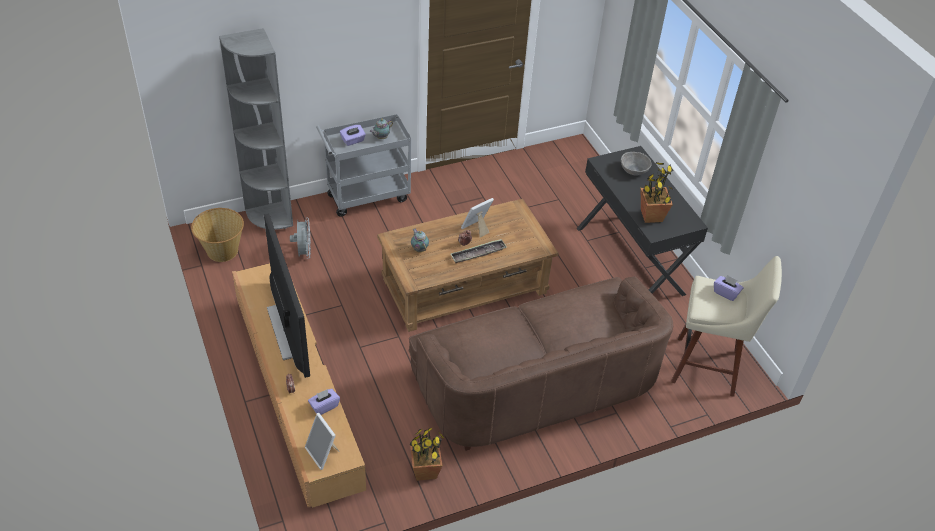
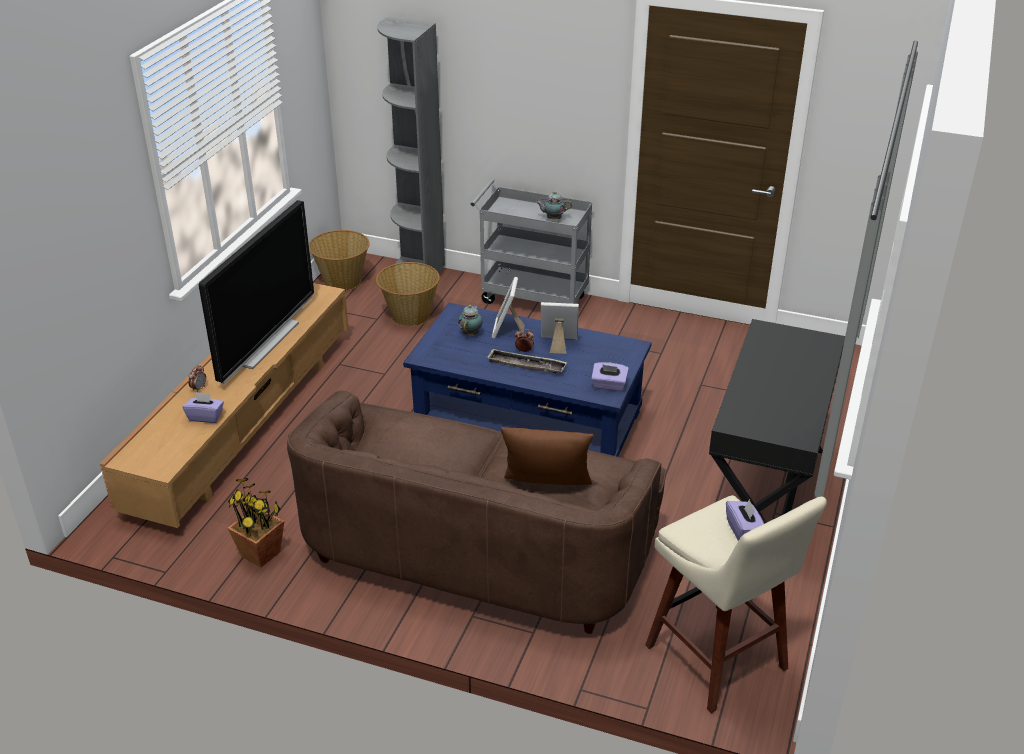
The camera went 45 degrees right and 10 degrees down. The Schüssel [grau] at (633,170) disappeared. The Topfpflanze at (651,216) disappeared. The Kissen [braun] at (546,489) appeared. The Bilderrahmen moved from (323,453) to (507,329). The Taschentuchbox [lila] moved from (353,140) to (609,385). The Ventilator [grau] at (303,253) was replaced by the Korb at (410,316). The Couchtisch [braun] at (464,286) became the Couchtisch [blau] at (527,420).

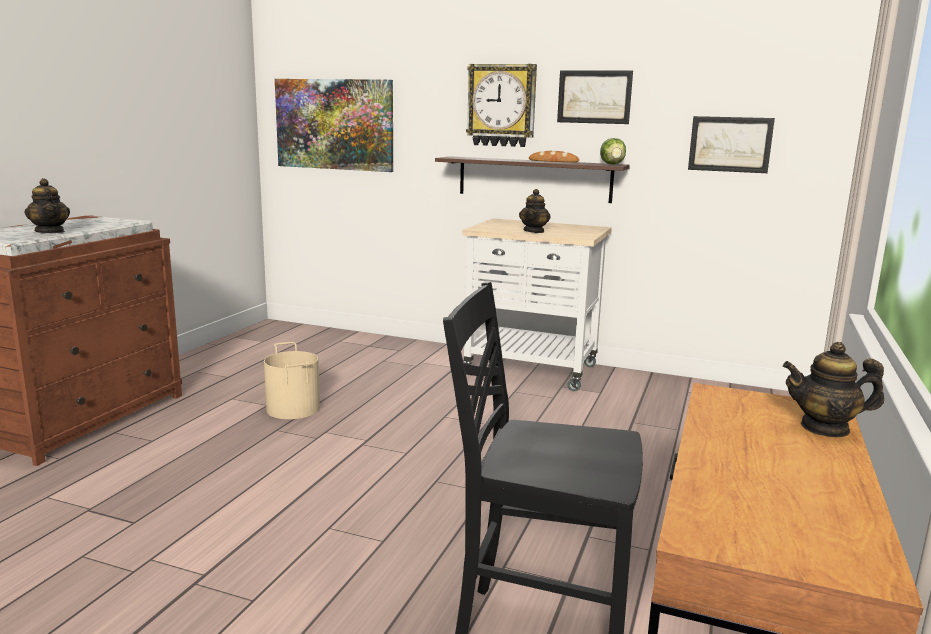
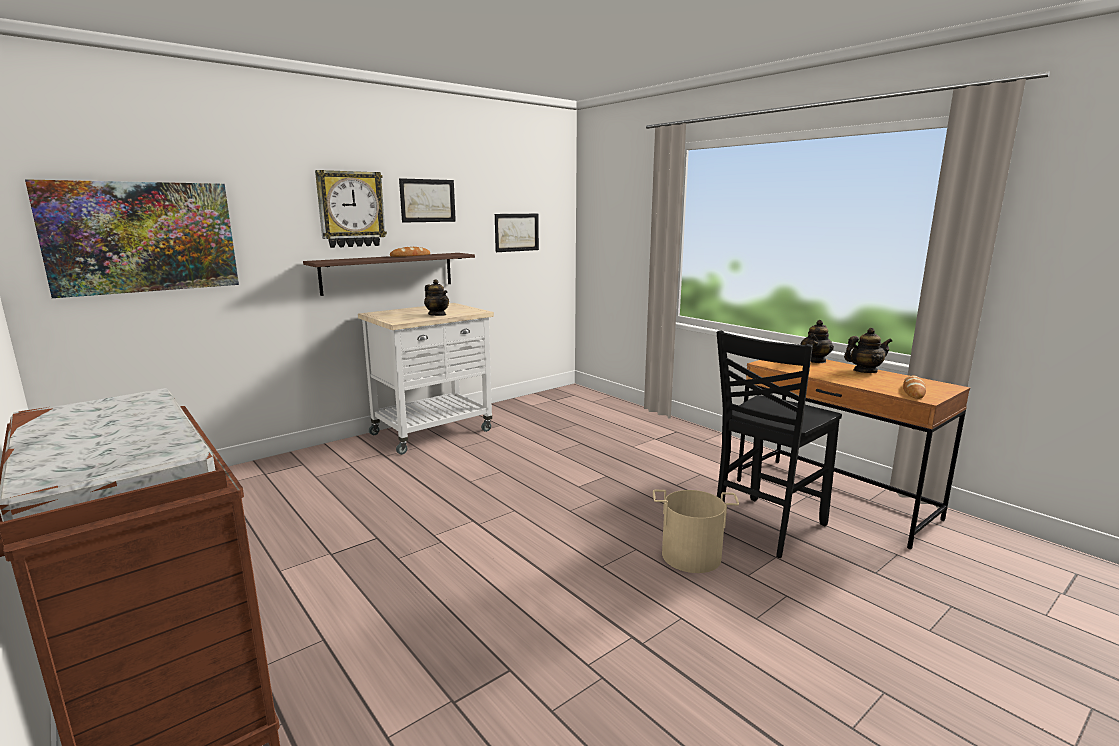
The camera went 60 degrees left and 0 degrees up. The Salatkopf at (613,164) disappeared. The Brot at (913,391) appeared. The Teekanne moved from (50,232) to (864,371). The Eimer [beige] moved from (294,408) to (691,555).

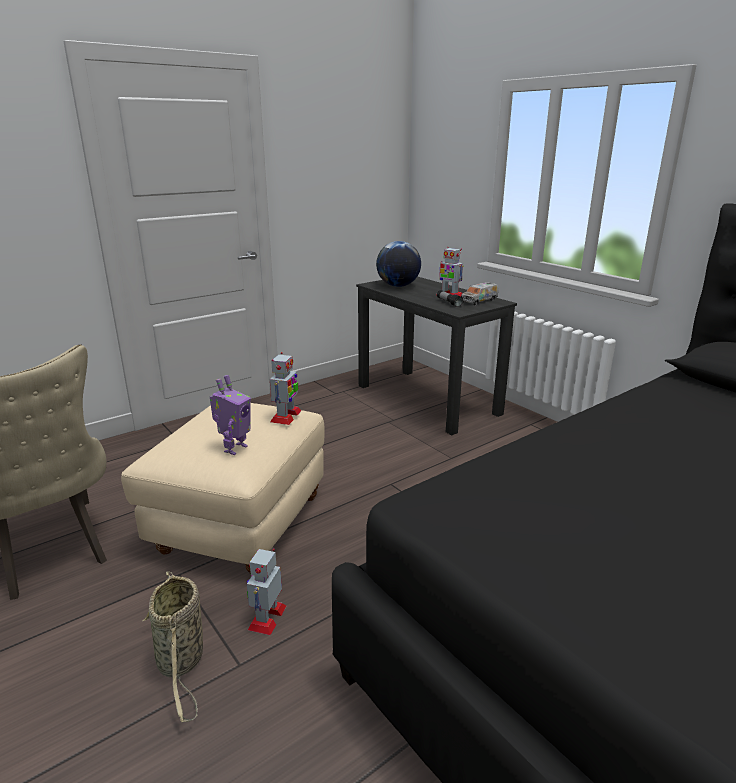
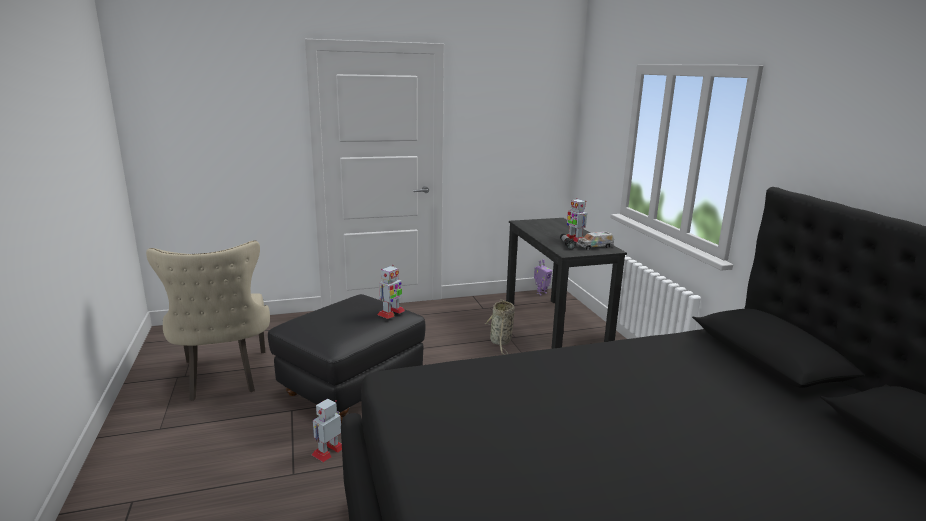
The camera went 20 degrees right and 5 degrees down. The Globus at (398,286) disappeared. The Korb moved from (181,663) to (500,342). The Spielzeugroboter moved from (234,448) to (541,293). The Polsterhocker [beige] at (240,520) became the Polsterhocker [schwarz] at (352,385).

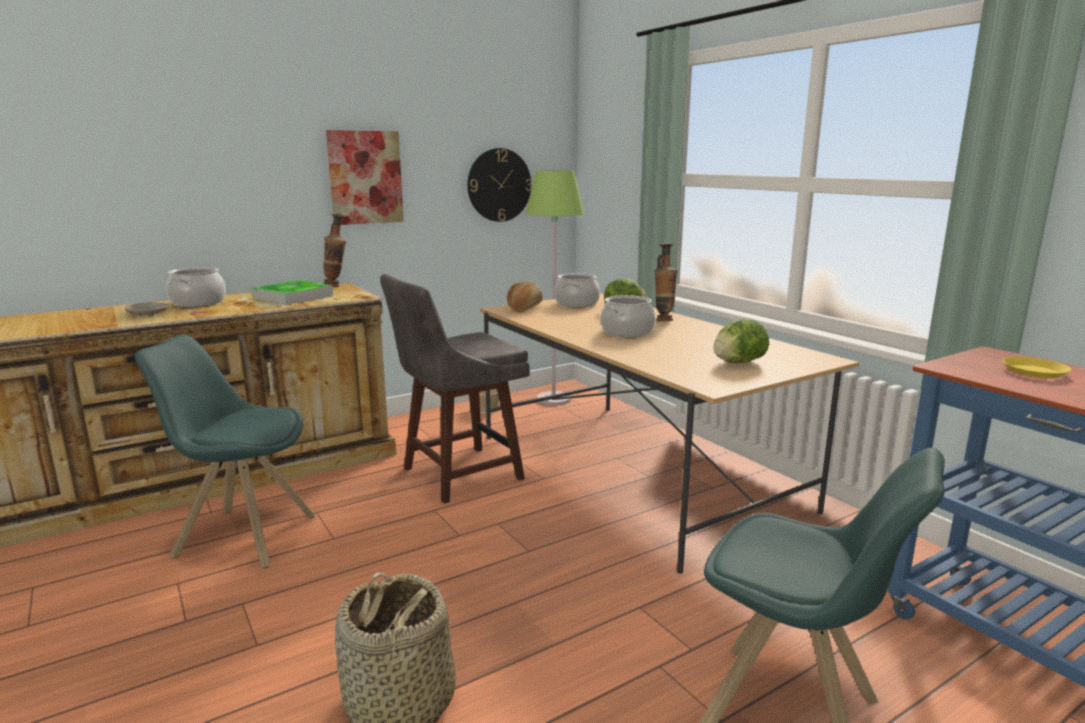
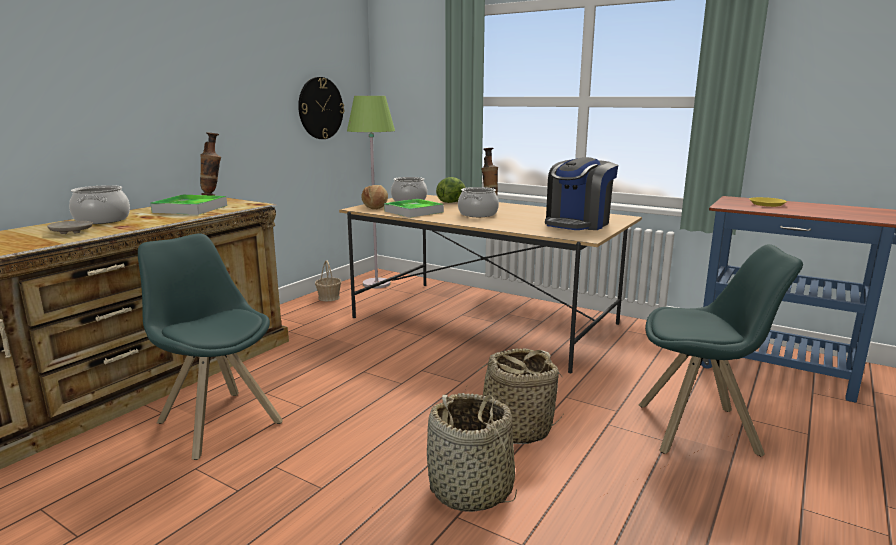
The camera went 25 degrees left and 0 degrees up. The Bild at (365,177) disappeared. The Hocker [grau] at (458,475) disappeared. The Tablett at (413,211) appeared. The Korb at (516,428) appeared. The Salatkopf at (738,362) was replaced by the Kaffeemaschine at (577,224). The Stuhl [türkis] at (244,536) turned 60 degrees clockwise.

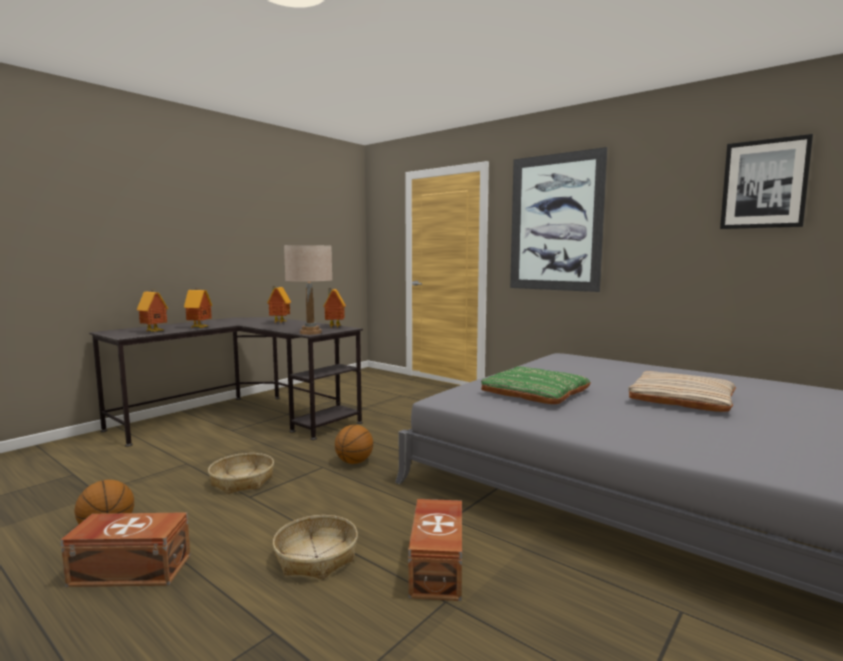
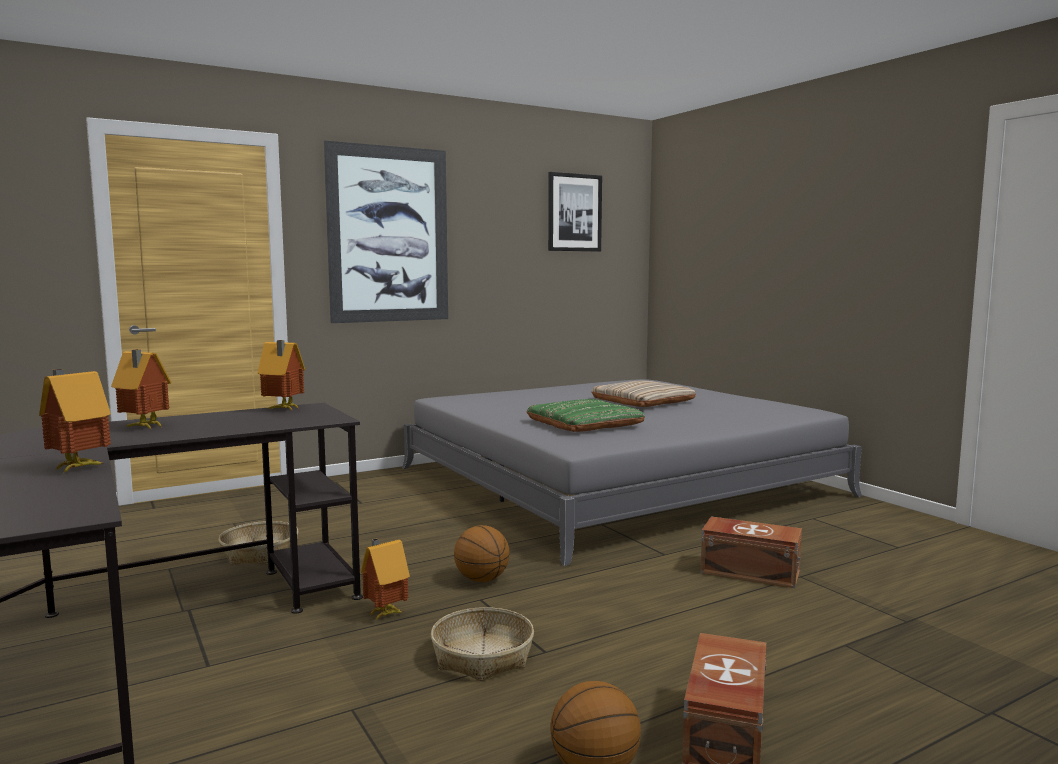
The camera went 70 degrees left and 0 degrees up. The Tischlampe [beige] at (310,333) disappeared. The Spielzeughaus moved from (155,331) to (384,613). The Korb moved from (316,557) to (260,553).

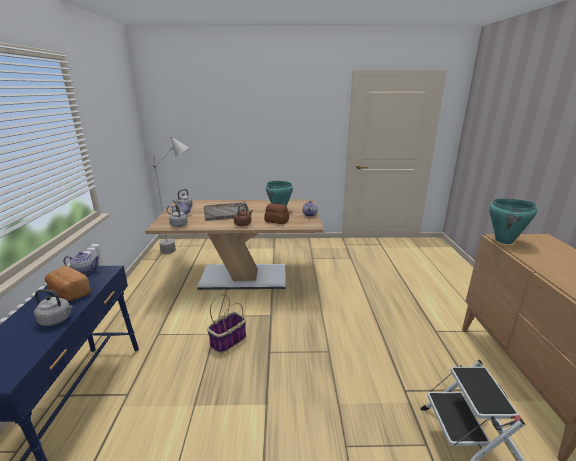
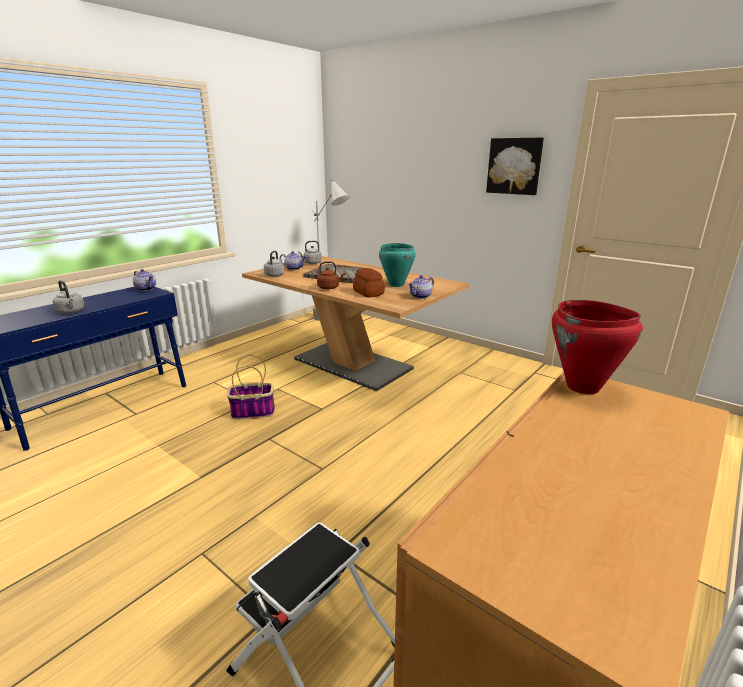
The camera went 40 degrees right and 0 degrees up. The Brot at (69,293) disappeared. The Bild at (514,166) appeared. The Kochtopf [türkis] at (504,241) became the Kochtopf [rot] at (583,387).

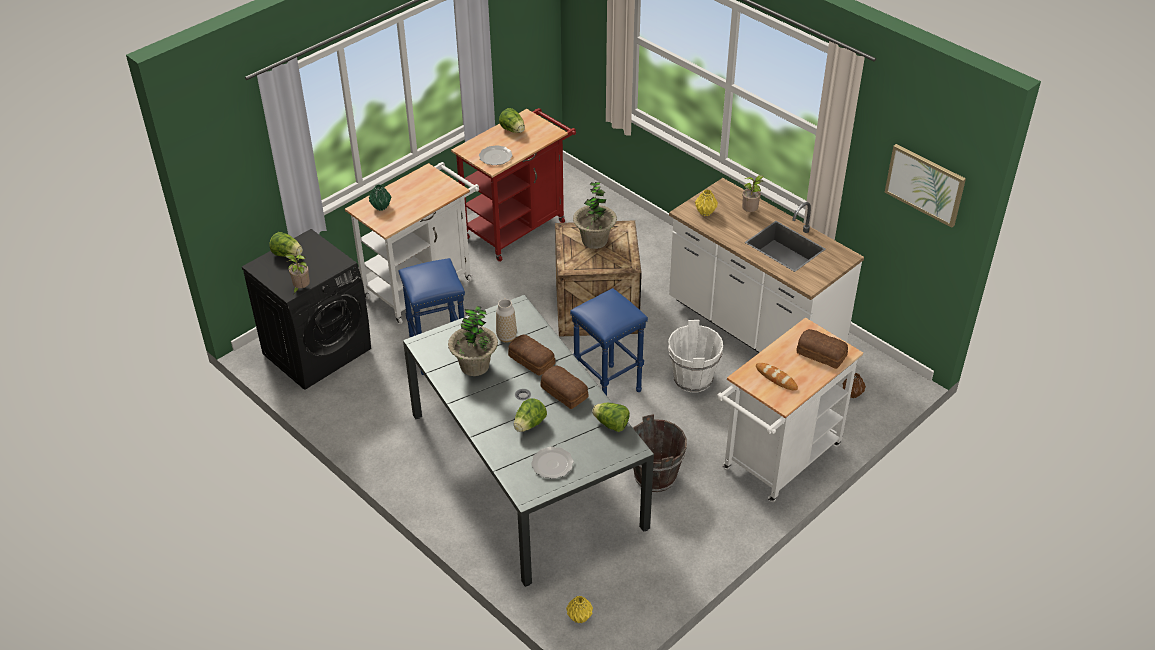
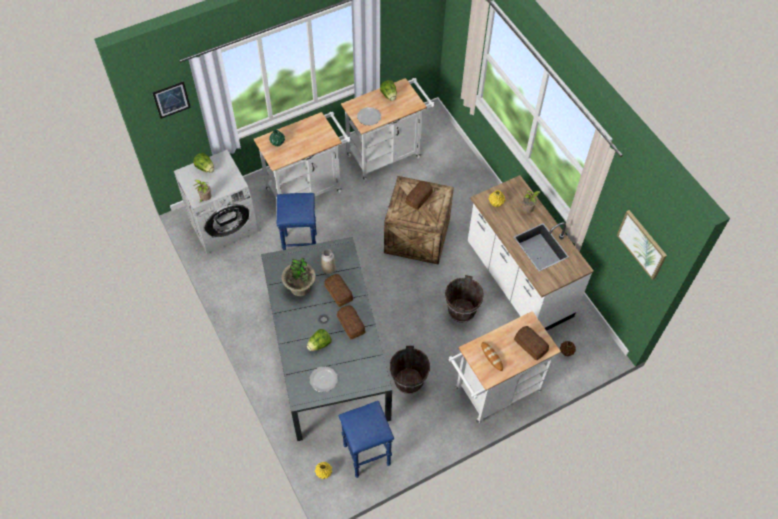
The camera went 15 degrees right and 15 degrees up. The Salatkopf at (611,424) disappeared. The Bild at (171,100) appeared. The Hocker [blau] moved from (609,388) to (368,455). The Topfpflanze at (594,240) was replaced by the Brot at (419,198). The Waschmaschine [schwarz] at (318,353) became the Waschmaschine [weiß] at (223,226). The Rollwagen [rot] at (519,226) became the Rollwagen [weiß] at (387,154). The Eimer [weiß] at (692,379) became the Eimer [braun] at (461,311).

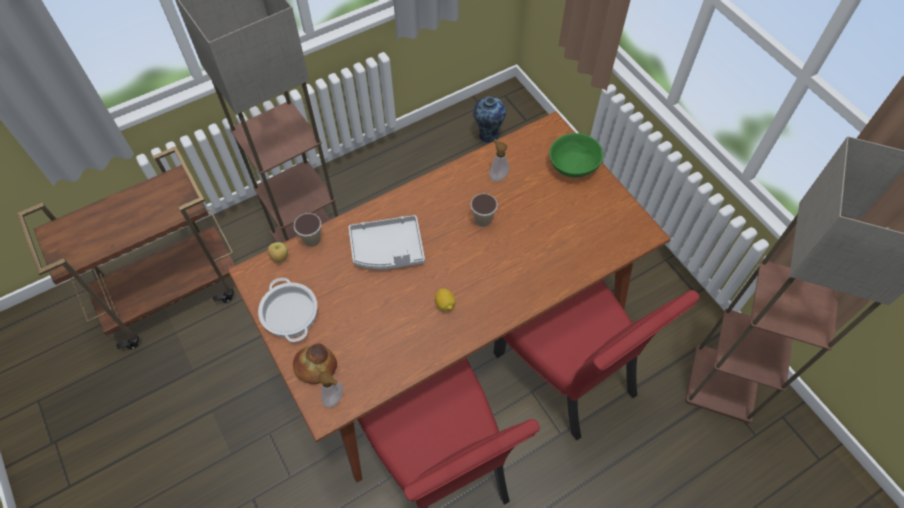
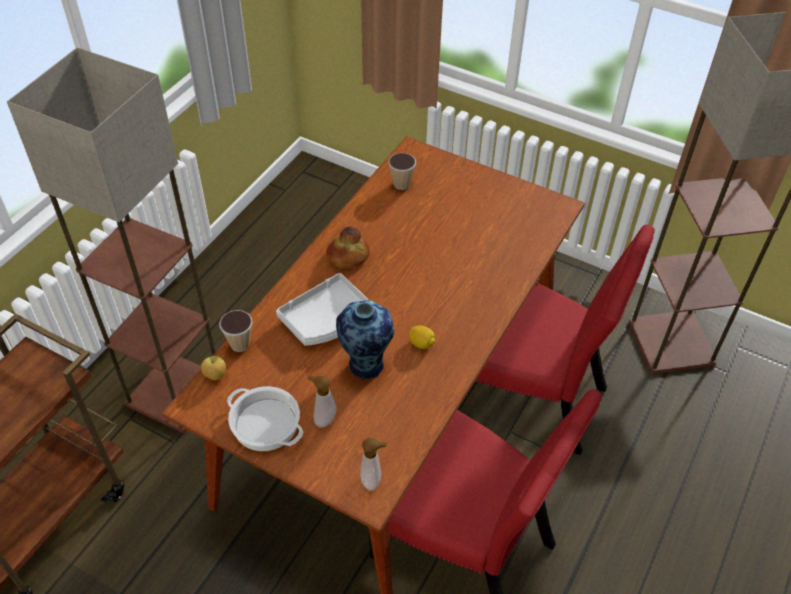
The camera went 30 degrees left and 10 degrees down. The Schüssel [grün] at (574,166) disappeared. The Brot moved from (315,366) to (347,256). The Tasse moved from (483,220) to (401,184). The Vase moved from (487,136) to (365,366). The Seifenspender moved from (497,176) to (323,418).

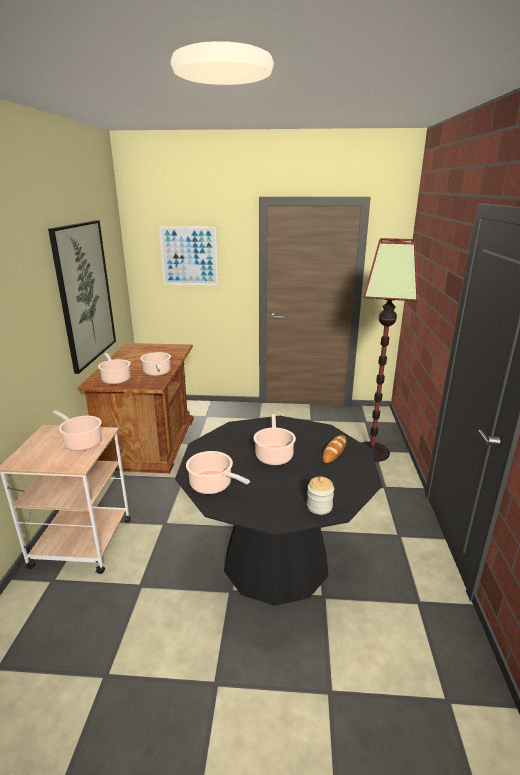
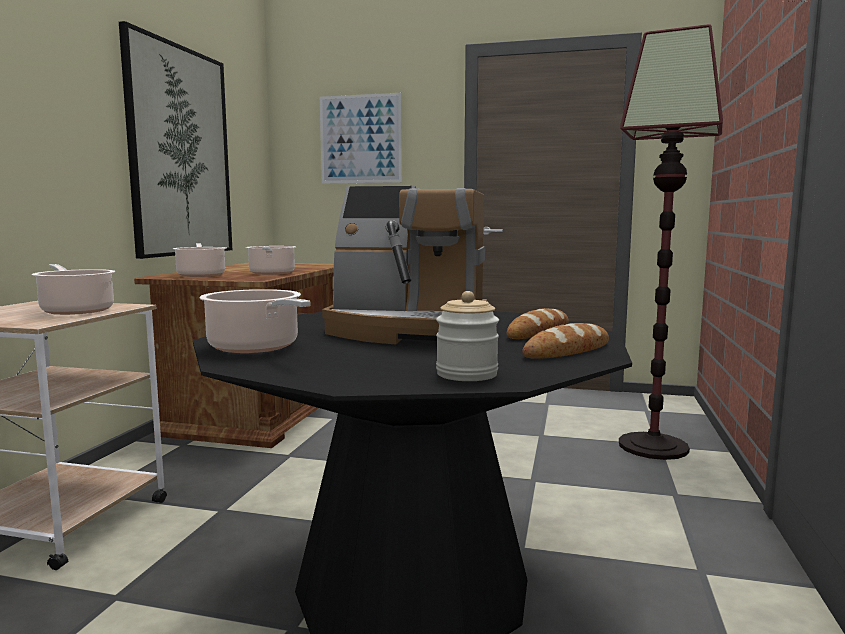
The camera went 10 degrees right and 15 degrees down. The Brot at (567,350) appeared. The Kochtopf at (274,455) was replaced by the Kaffeemaschine at (410,331).

